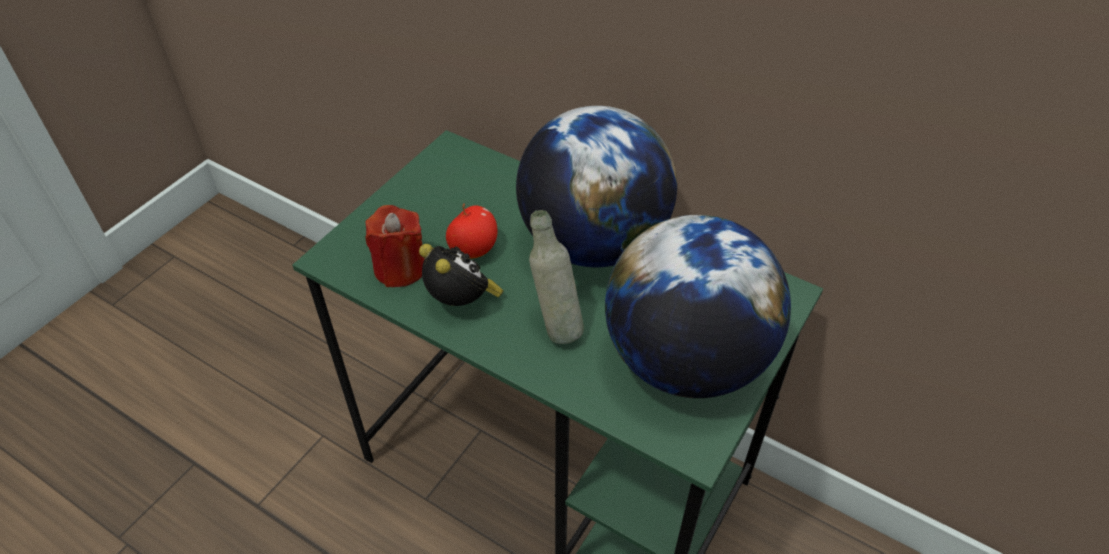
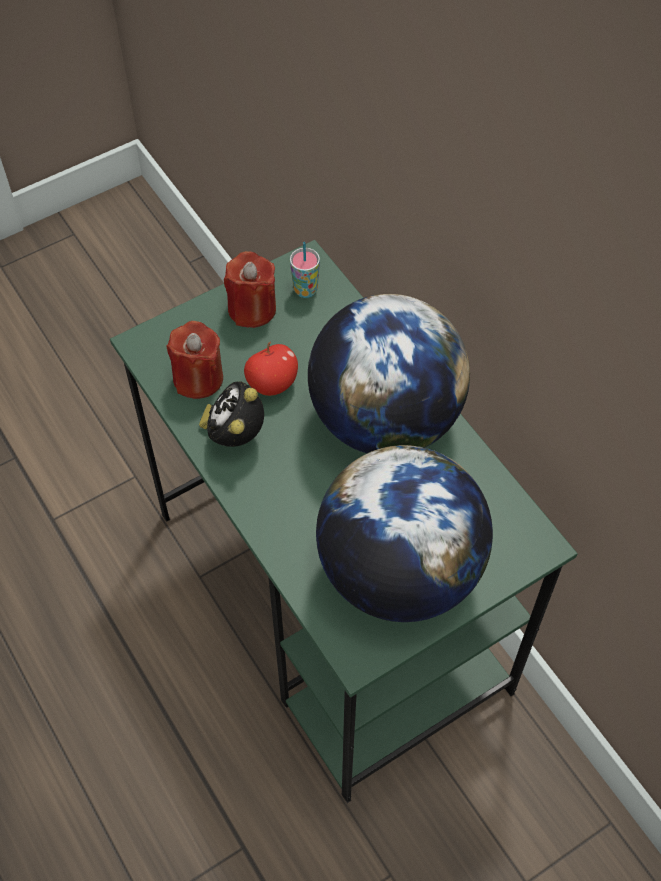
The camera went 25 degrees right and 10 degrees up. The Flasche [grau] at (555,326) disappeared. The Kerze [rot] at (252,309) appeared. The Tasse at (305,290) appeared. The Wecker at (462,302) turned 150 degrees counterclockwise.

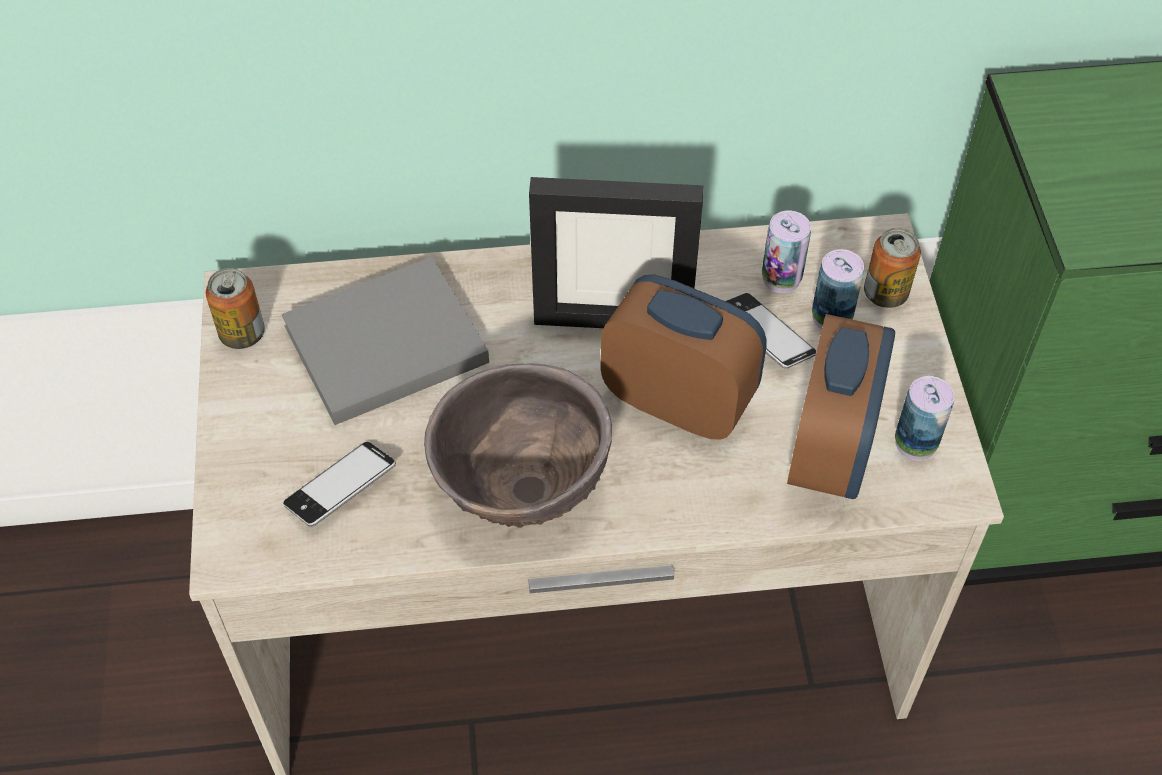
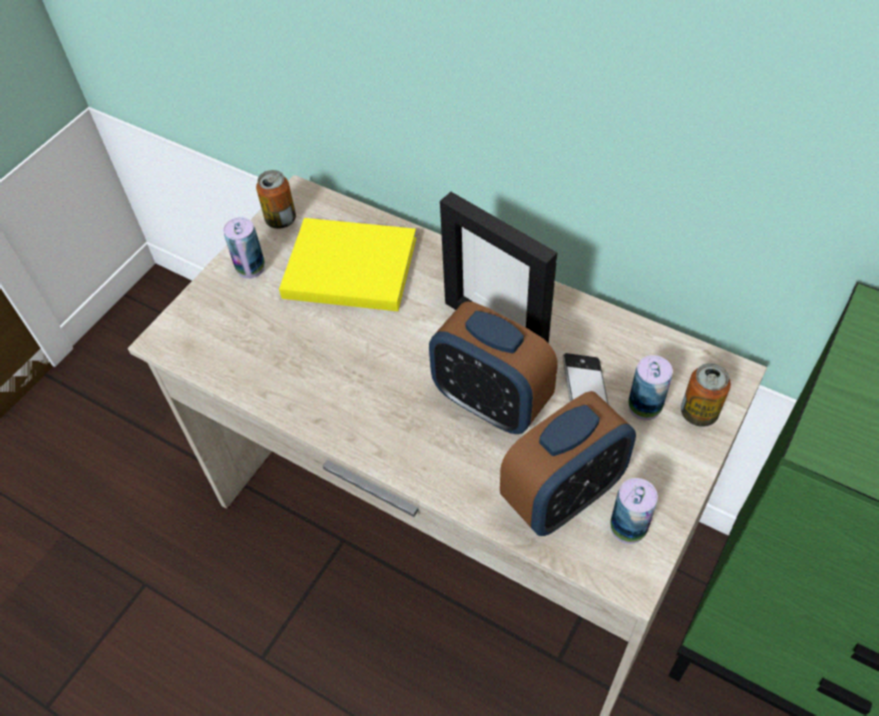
The camera went 40 degrees right and 0 degrees up. The Handy at (341,489) disappeared. The Schüssel [braun] at (521,490) disappeared. The Dose moved from (781,278) to (251,268). The Buch [grau] at (380,346) became the Buch [gelb] at (346,267). The Wecker at (678,401) turned 150 degrees clockwise.

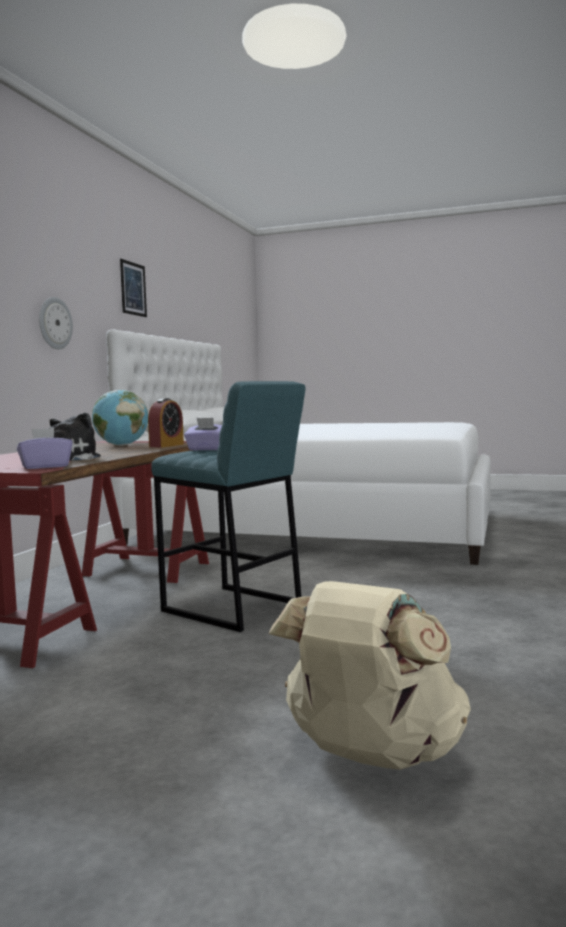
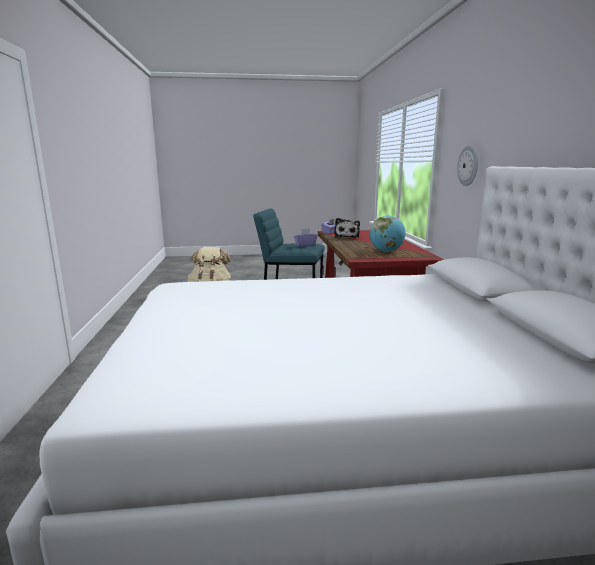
The camera went 155 degrees right and 10 degrees up. The Bild at (133,289) disappeared. The Wecker at (166,445) disappeared.

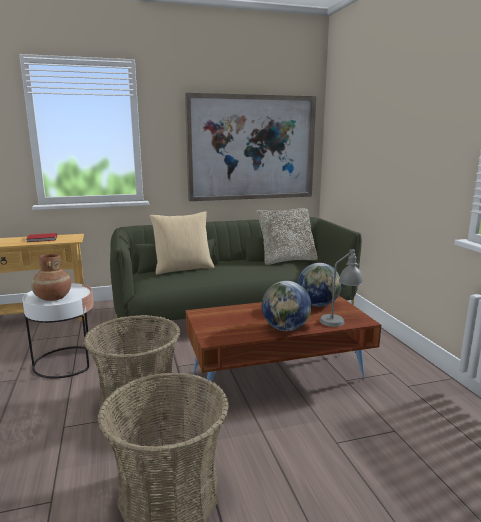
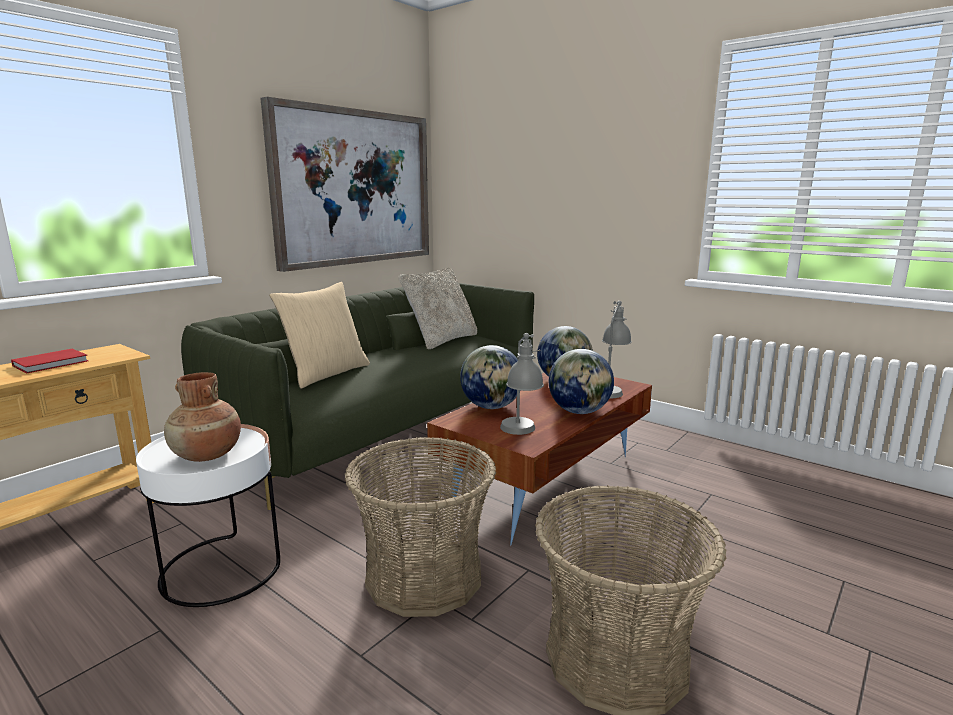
The camera went 35 degrees left and 0 degrees up. The Globus at (491,407) appeared. The Tischlampe [grau] at (521,433) appeared.

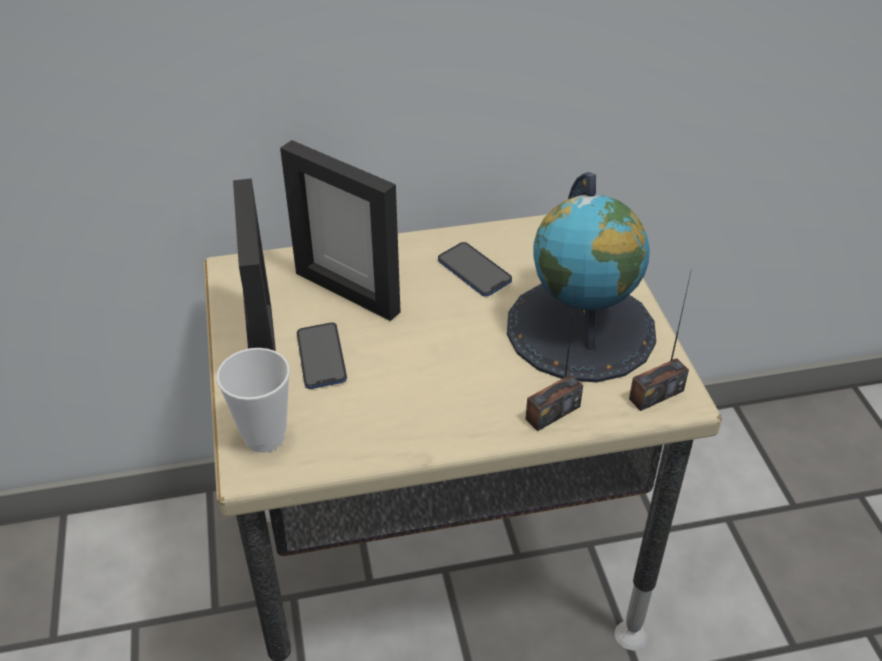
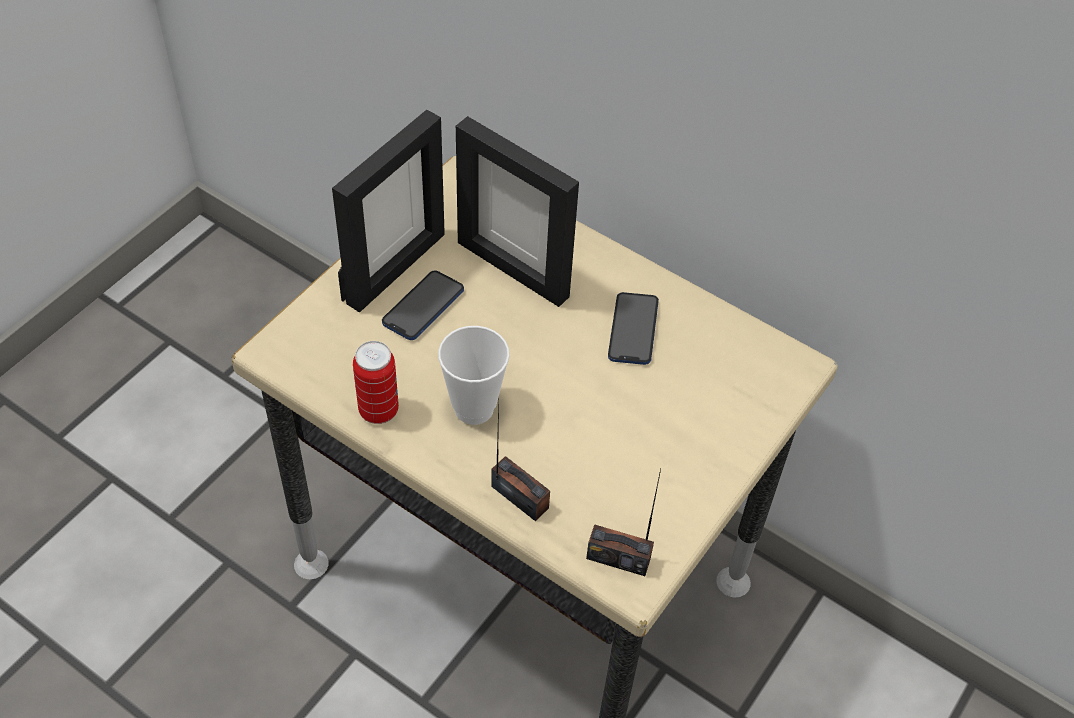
The camera went 45 degrees right and 10 degrees up. The Globus at (581,329) disappeared. The Dose at (378,410) appeared. The Tasse moved from (264,437) to (474,408). The Bilderrahmen at (349,291) turned 45 degrees counterclockwise. The Radio at (552,412) turned 150 degrees counterclockwise.

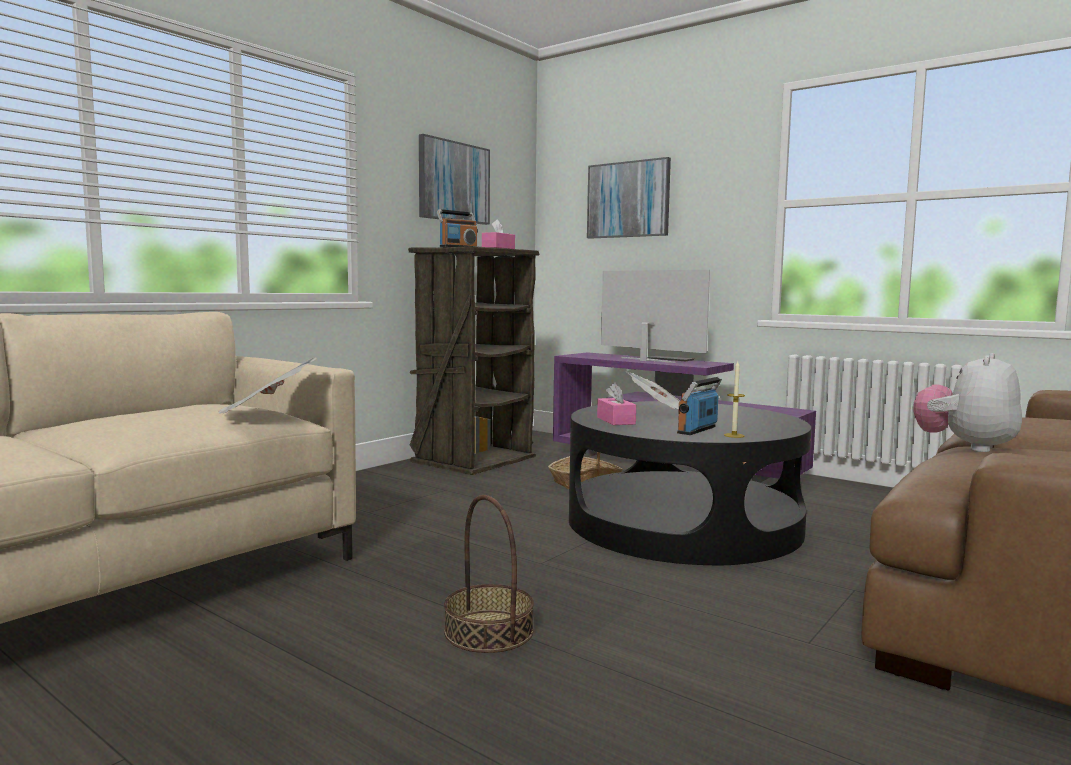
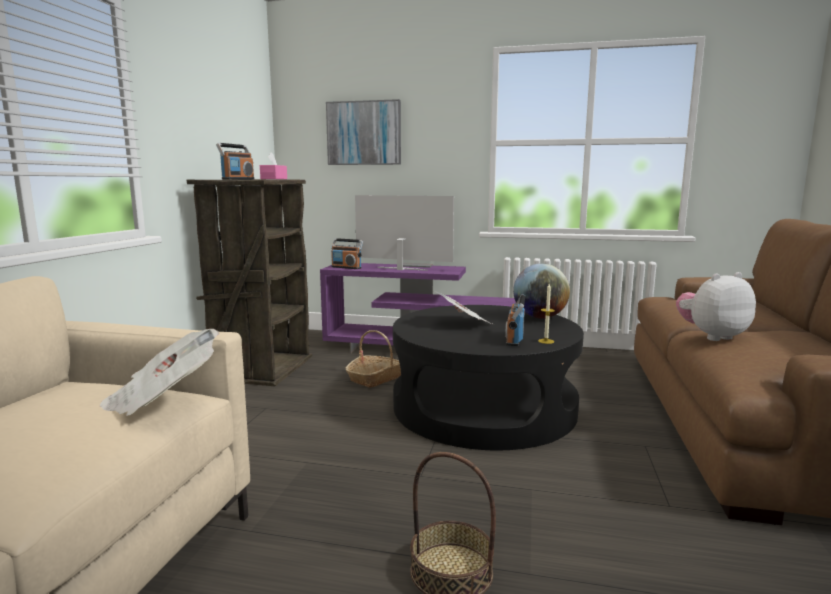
The camera went 25 degrees left and 5 degrees up. The Bild at (453,182) disappeared. The Taschentuchbox [rosa] at (616,421) disappeared. The Radio at (346,267) appeared. The Globus at (539,317) appeared. The Plüschtier at (965,447) turned 60 degrees clockwise.

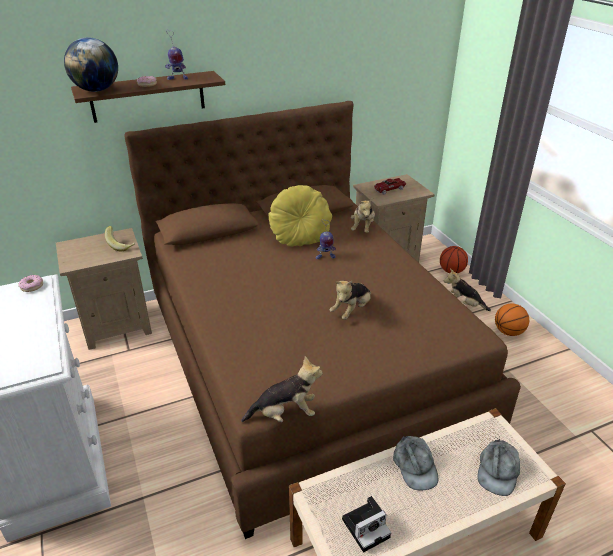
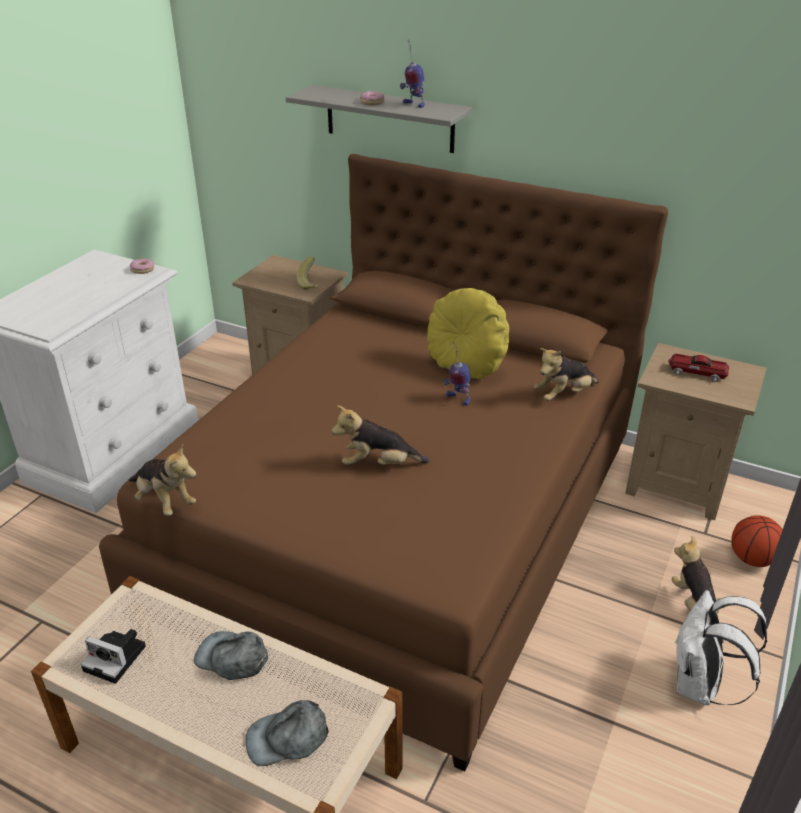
The camera went 50 degrees right and 0 degrees up. The Globus at (96,90) disappeared. The Basketball at (508,332) was replaced by the Rucksack [weiß] at (700,686). The Wandregal [braun] at (148,96) became the Wandregal [grau] at (389,119). The Kappe [grau] at (415,466) turned 75 degrees clockwise.

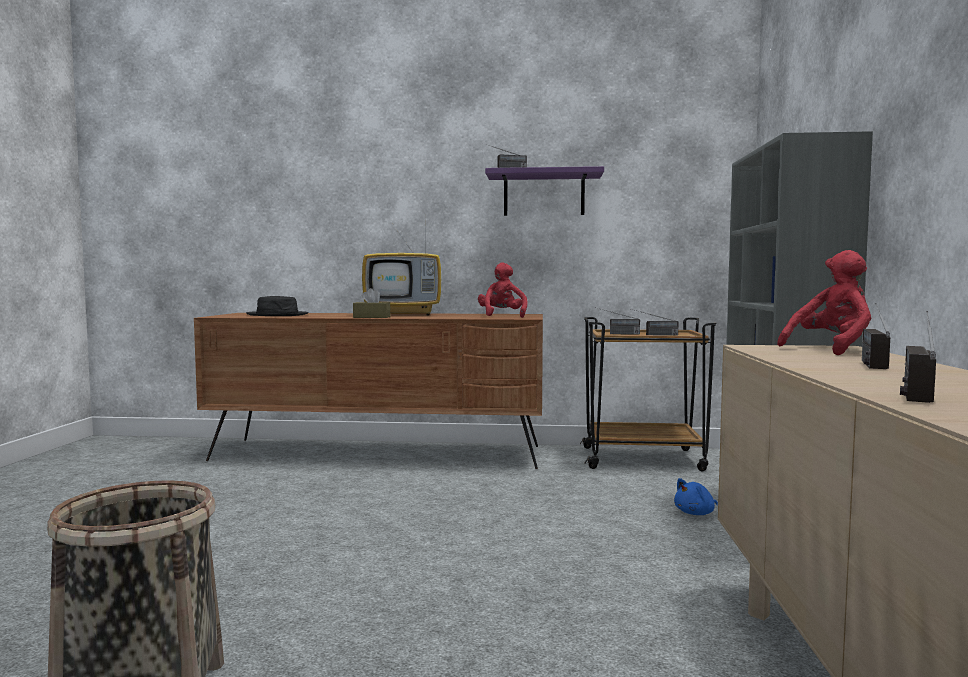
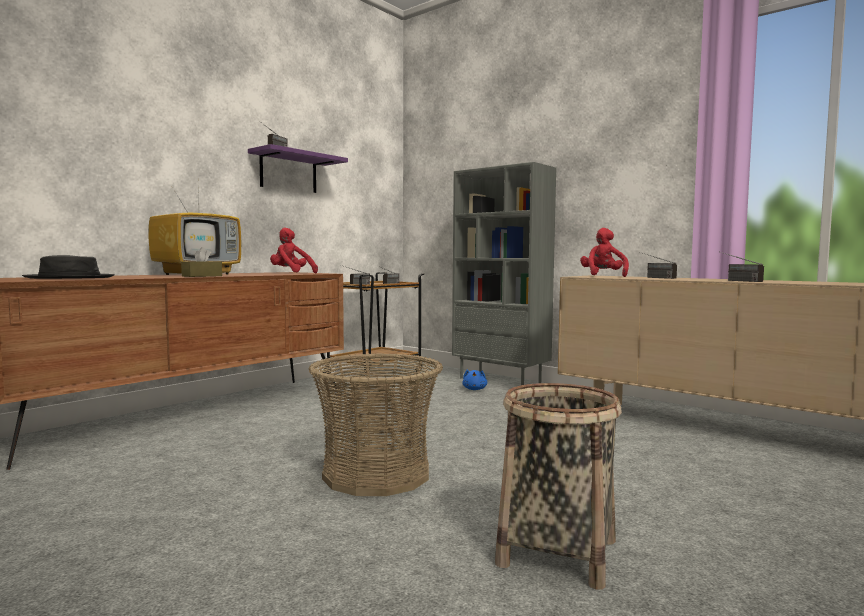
The camera went 55 degrees left and 0 degrees up. The Korb at (376,474) appeared.

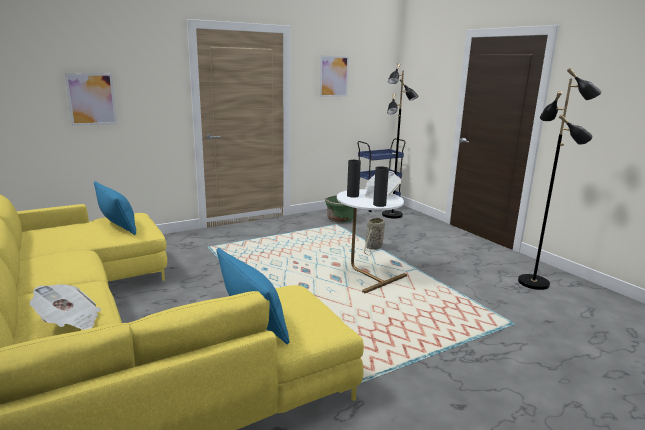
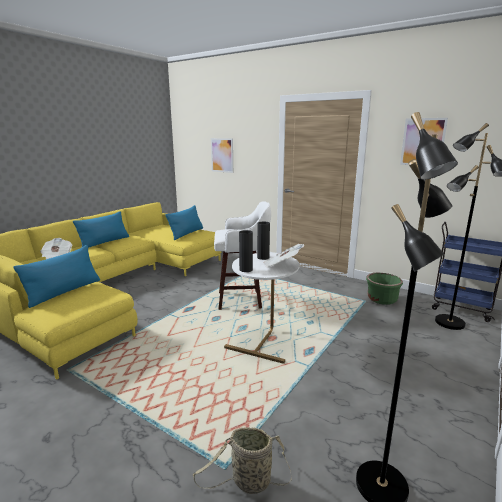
The camera went 65 degrees right and 0 degrees up. The Kissen [blau] at (104,242) appeared. The Hocker [weiß] at (242,300) appeared. The Korb moved from (373,248) to (248,482).

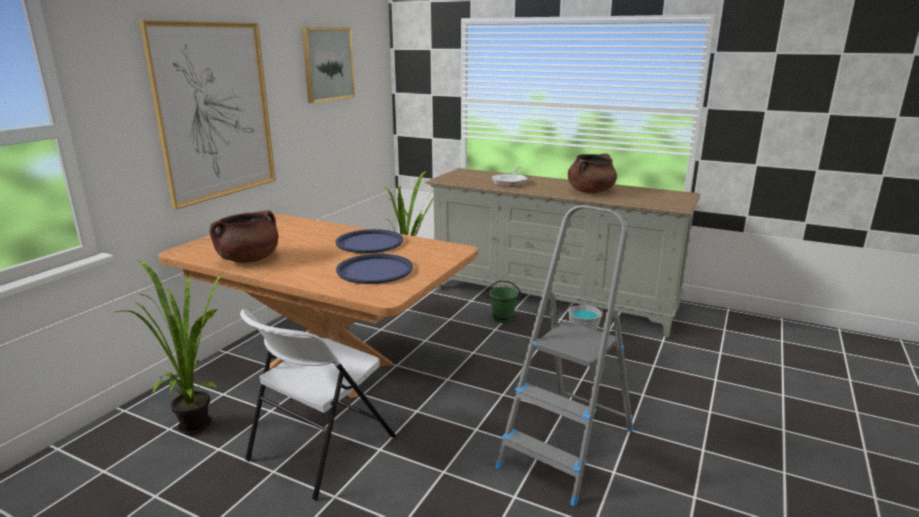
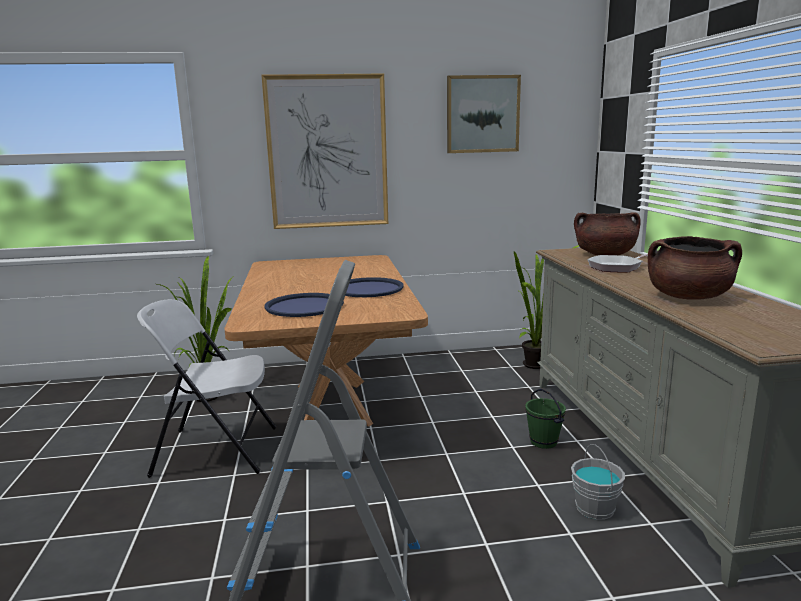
The camera went 55 degrees right and 5 degrees down. The Kochtopf [braun] moved from (248,259) to (604,255).

